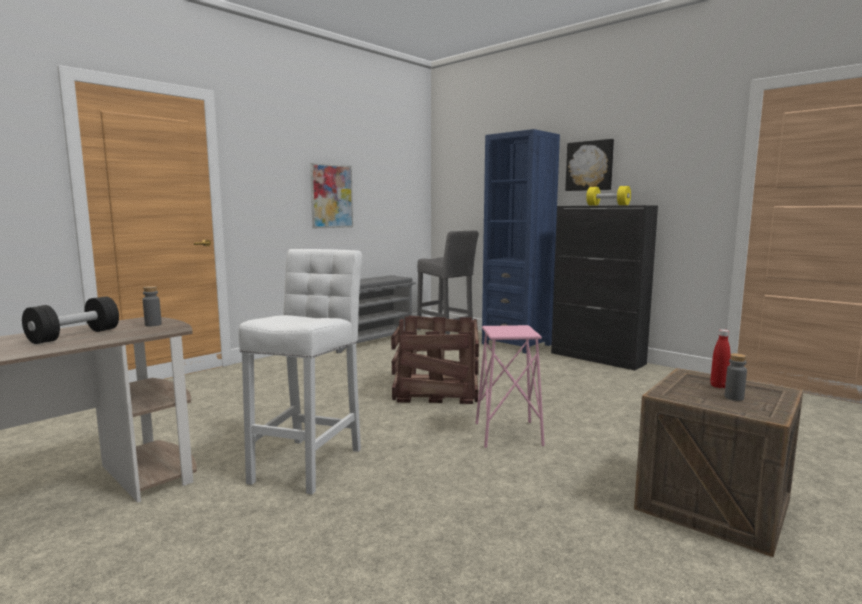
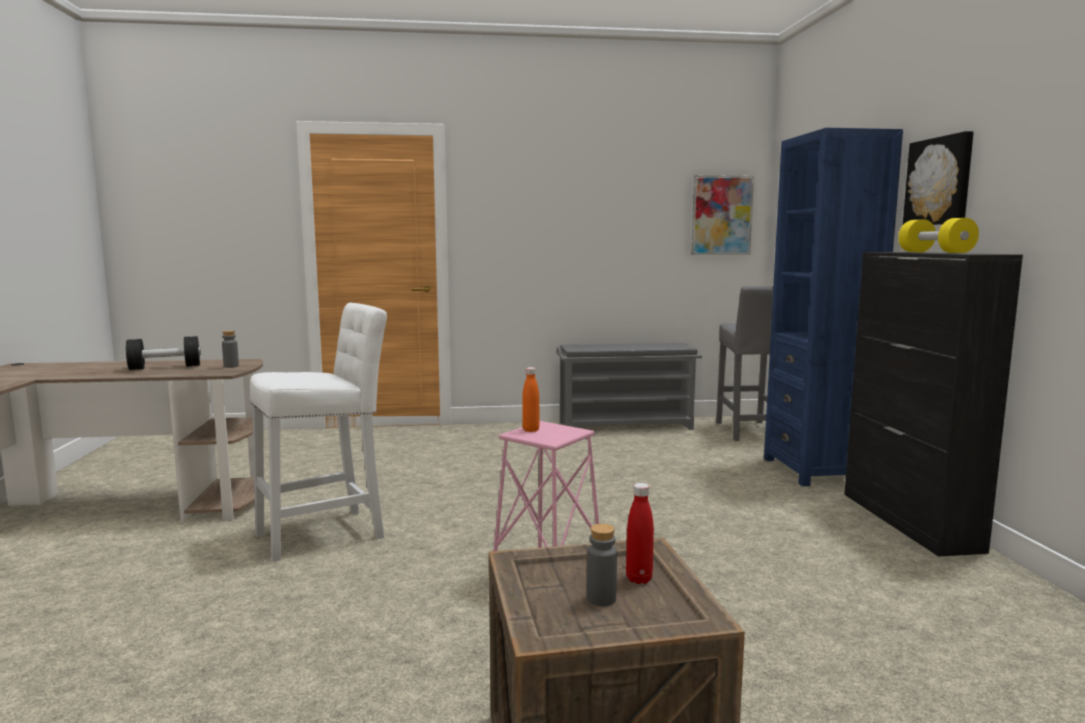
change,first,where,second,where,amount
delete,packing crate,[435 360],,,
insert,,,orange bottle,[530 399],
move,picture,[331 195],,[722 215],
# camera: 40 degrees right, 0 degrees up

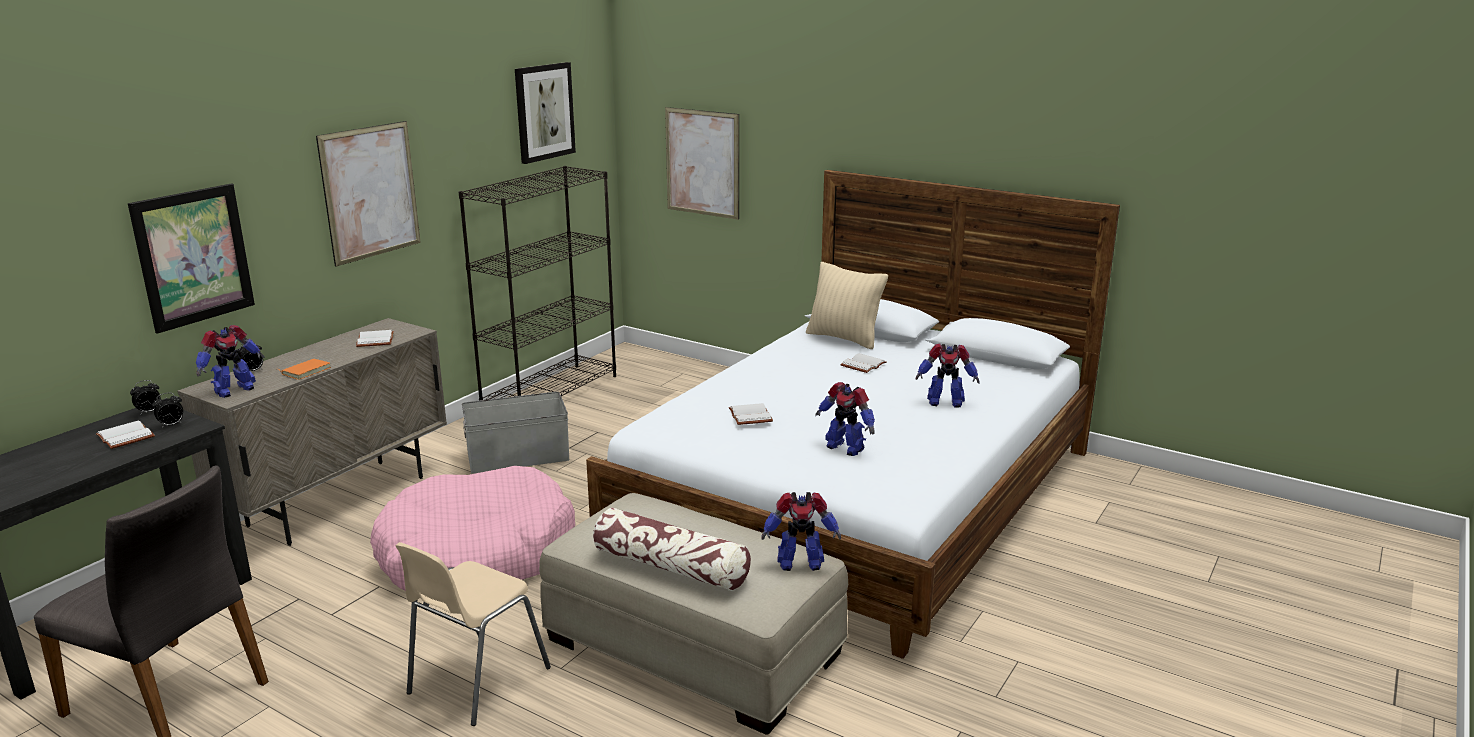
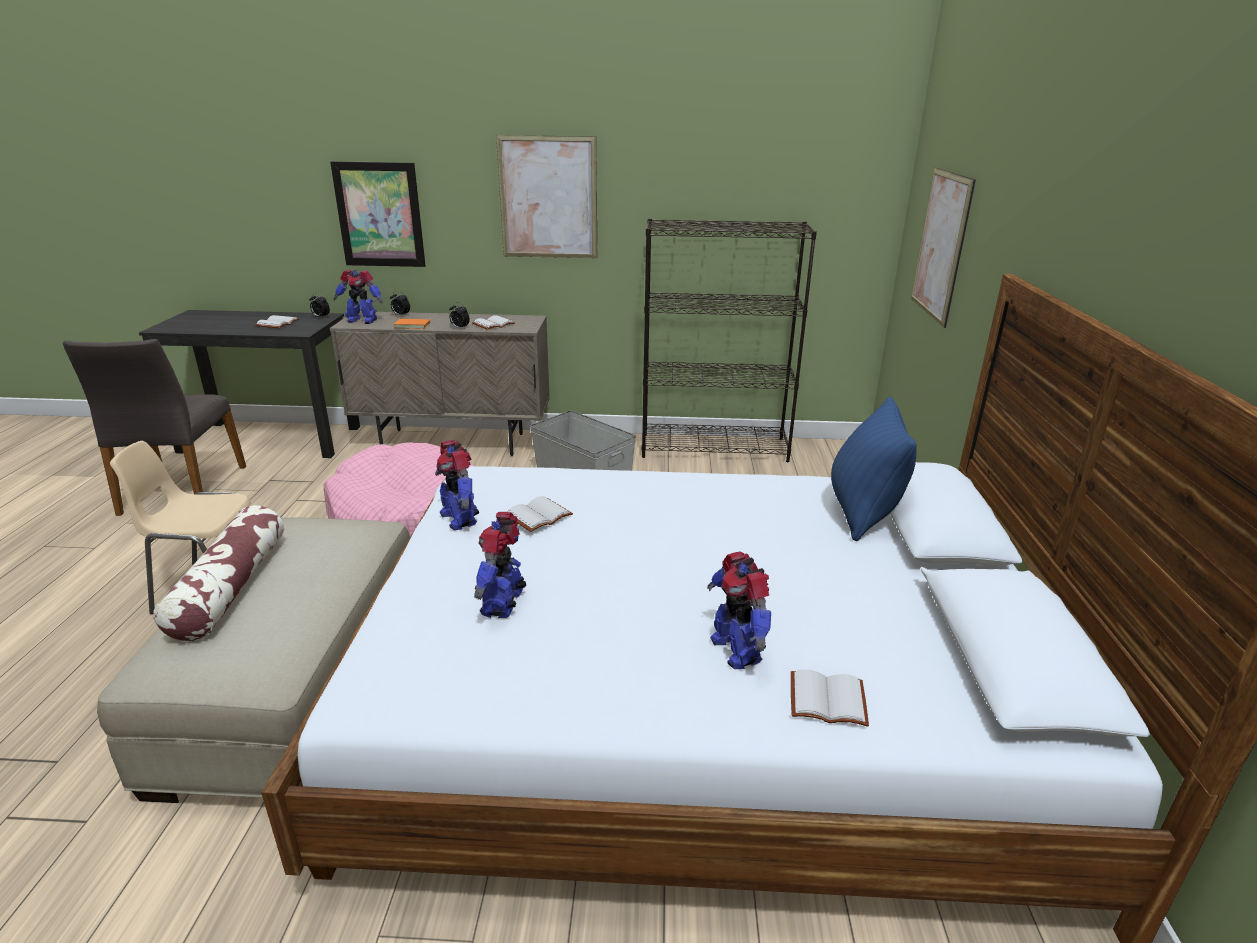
change,first,where,second,where,amount
delete,picture,[545 113],,,
move,bedside clock,[167 410],,[459 315],
move,toy robot,[801 531],,[457 485],
move,white bound book,[863 363],,[830 698],
recolor,beige cushion,[847 305],blue cushion,[874 468],
# camera: 60 degrees right, 5 degrees up

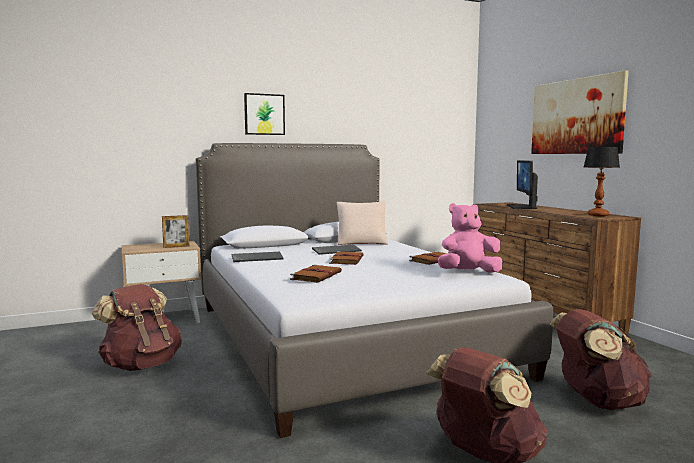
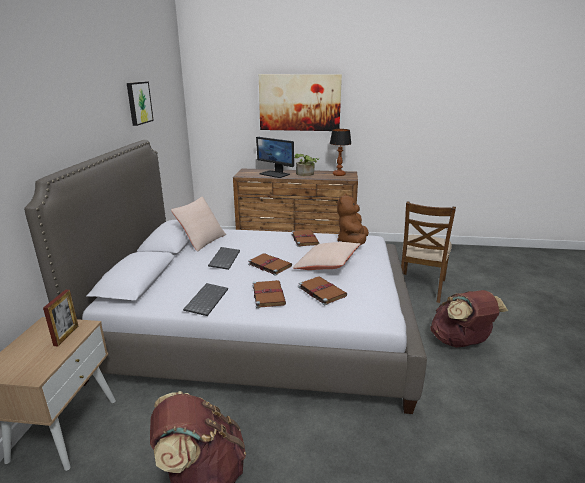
change,first,where,second,where,amount
insert,,,brown-coloured bound book,[269 294],
insert,,,beige cushion,[326 256],
insert,,,plant in a pot,[307 165],
move,picture,[264 114],,[140 104],
replace,brown-coloured rucksack,[601 359],brown-coloured upright chair,[428 252],
recolor,pink-coloured soft toy,[470 238],brown-coloured soft toy,[353 219],
# camera: 60 degrees left, 15 degrees up

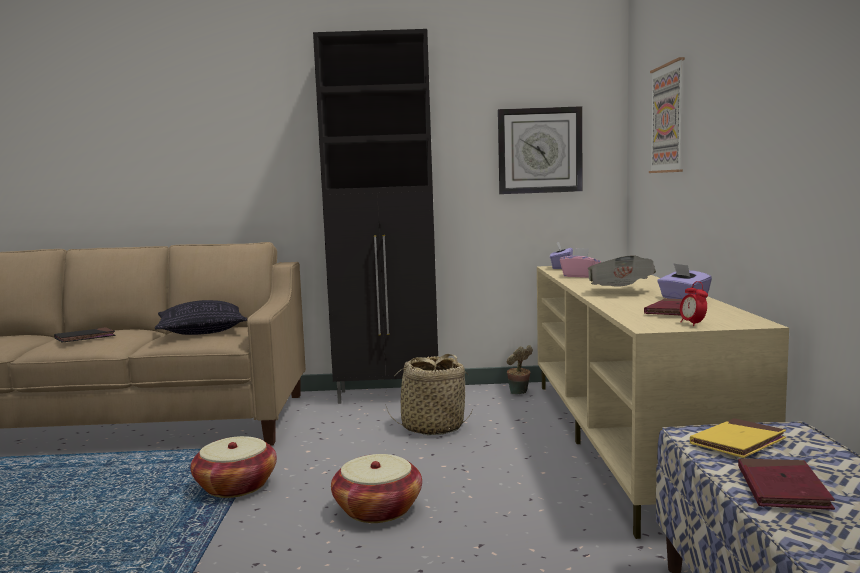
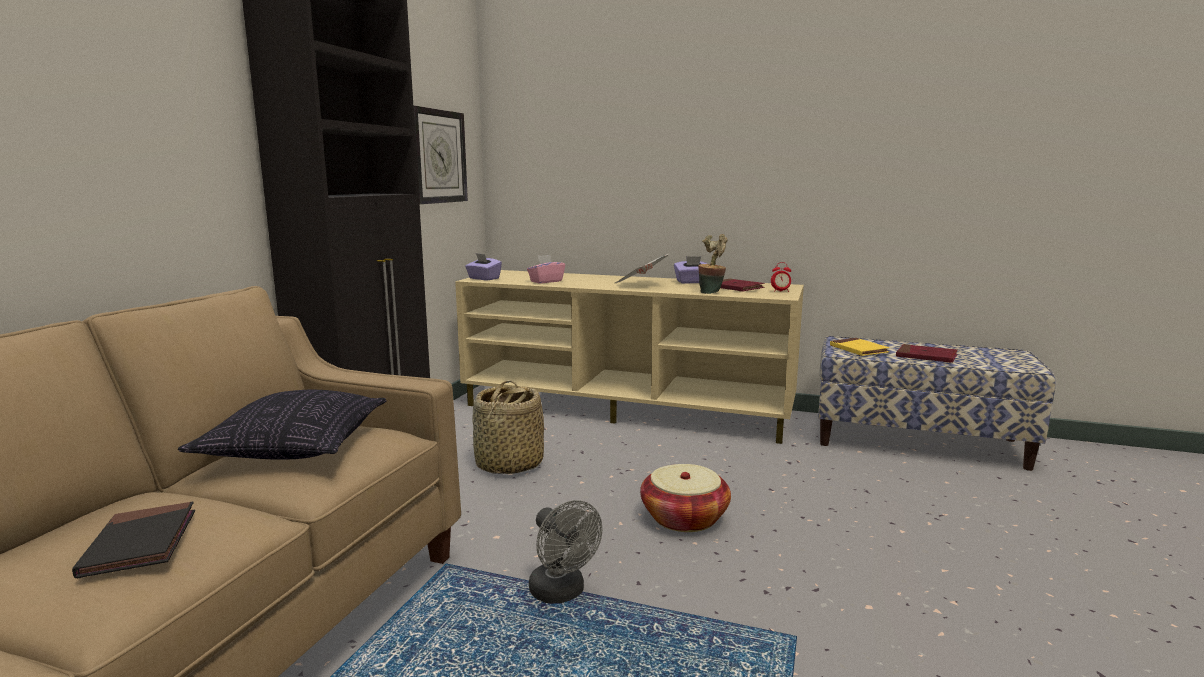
change,first,where,second,where,amount
delete,picture,[667 115],,,
move,plant in a pot,[520 369],,[712 264],
replace,storage basket,[233 467],grey cooling fan,[565 551],
# camera: 70 degrees left, 5 degrees up

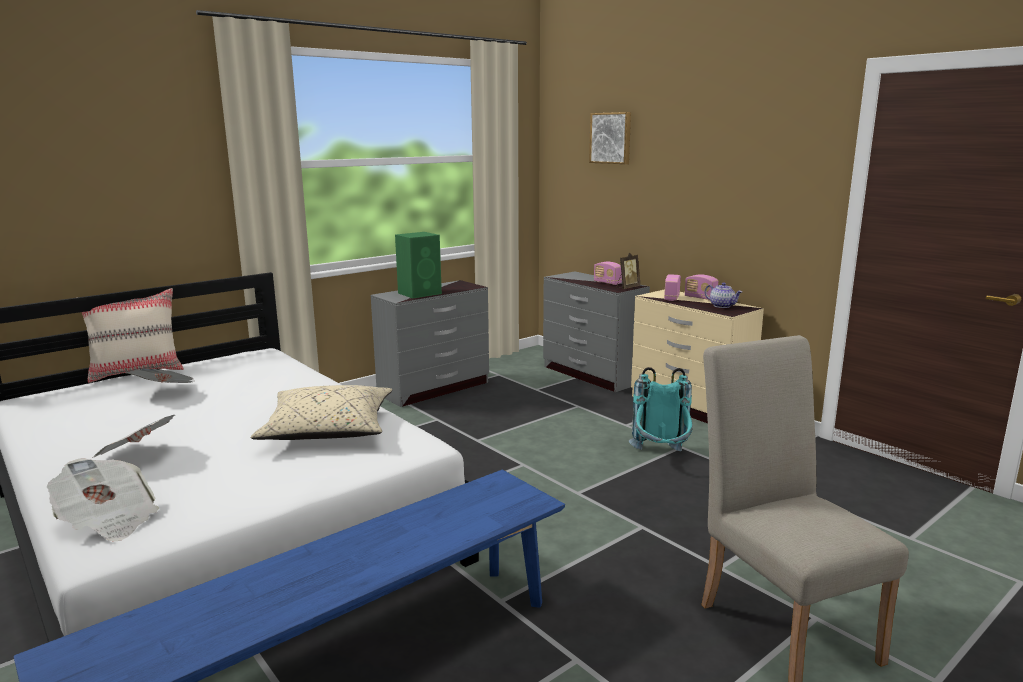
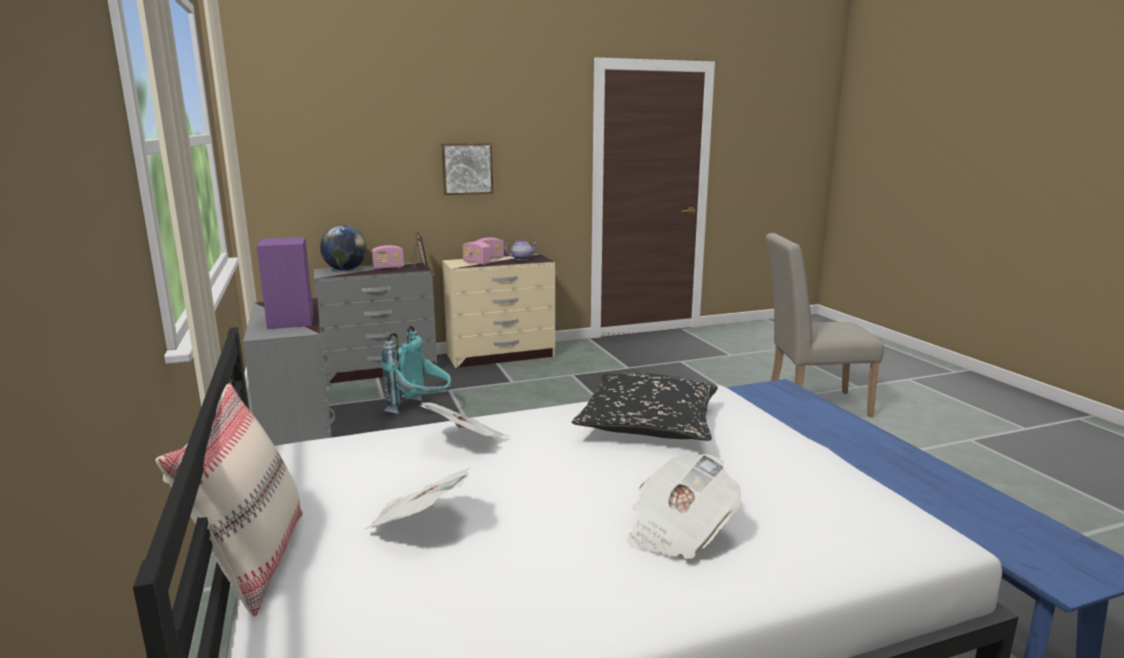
change,first,where,second,where,amount
insert,,,globe,[343 248],
move,printed paper,[103 499],,[464 420],
move,picture,[610 138],,[467 169],
move,turquoise-coloured rucksack,[661 409],,[416 370],
recolor,beige cushion,[321 412],black-coloured cushion,[645 407],
recolor,green loudspeaker,[418 265],purplish loudspeaker,[285 283],
# camera: 70 degrees left, 0 degrees up

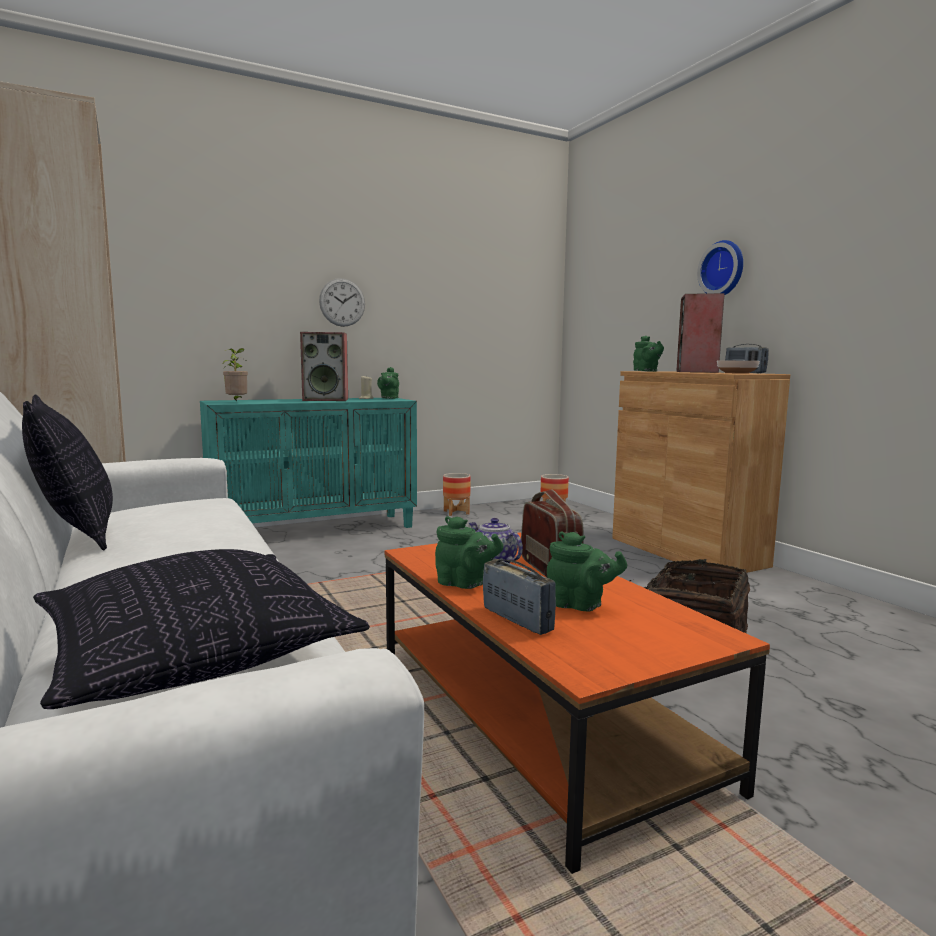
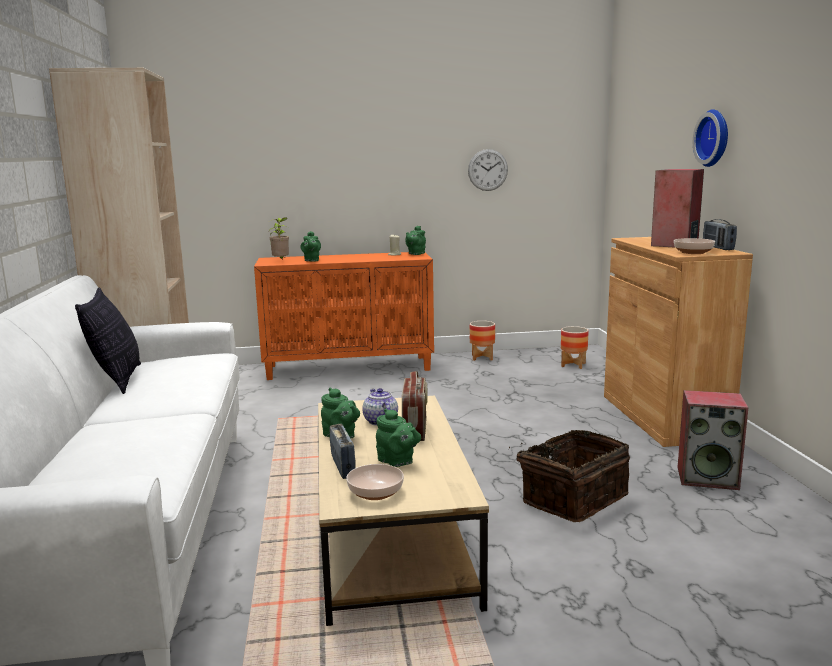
change,first,where,second,where,amount
delete,cushion,[201 629],,,
insert,,,bowl,[375 482],
move,loudspeaker,[324 366],,[712 440],
move,wall clock,[342 302],,[488 170],
move,green tea pot,[648 353],,[311 246],
recolor,turquoise-coloured cupboard,[308 463],orange cupboard,[344 316],
recolor,orange lounge table,[577 703],beige lounge table,[403 511],
# camera: 20 degrees right, 5 degrees up

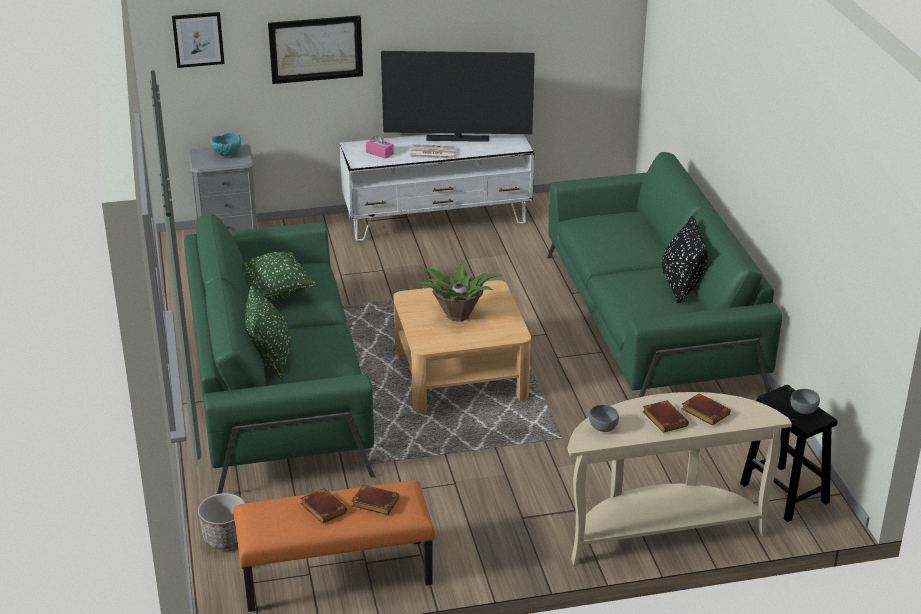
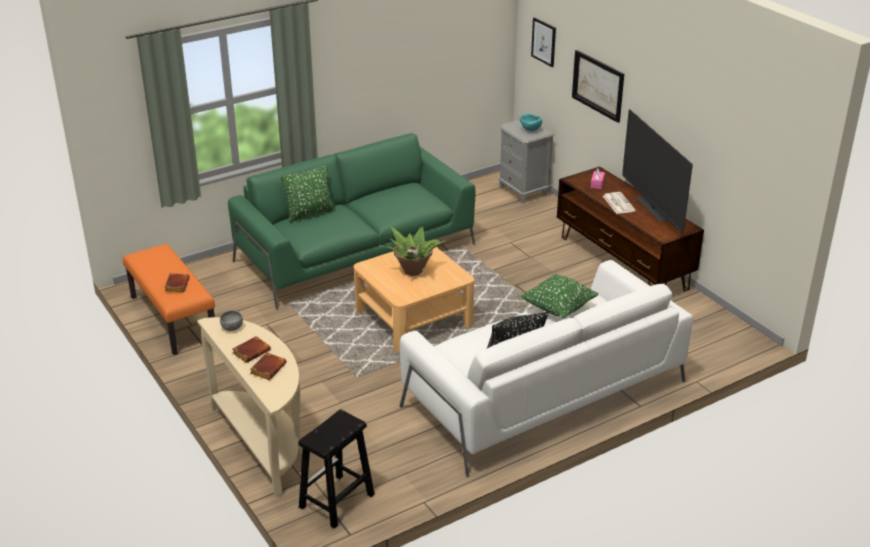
change,first,where,second,where,amount
delete,planter,[221 521],,,
delete,brown-coloured bound book,[324 506],,,
delete,grey bowl,[805 401],,,
move,green cushion,[280 276],,[559 296],
recolor,white tv stand,[437 187],brown-coloured tv stand,[630 228],
recolor,green sofa,[664 275],white sofa,[547 369],
# camera: 70 degrees right, 0 degrees up

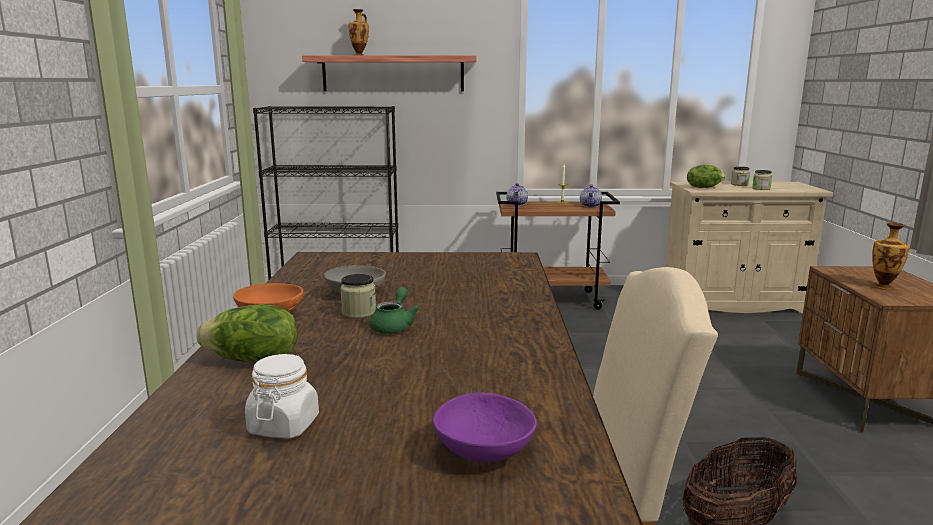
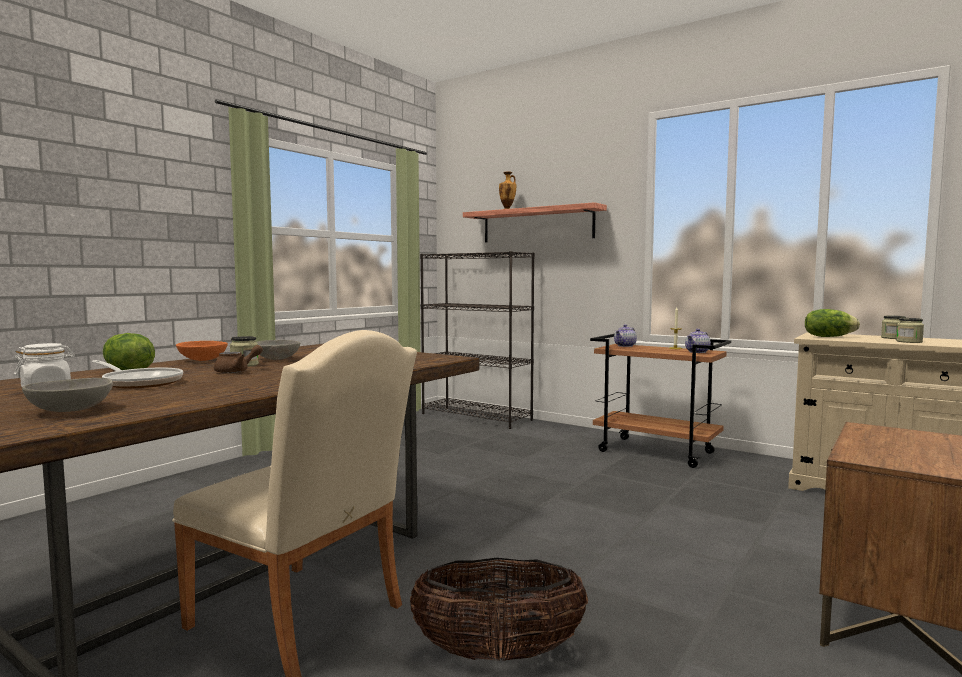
change,first,where,second,where,amount
delete,vase,[891 256],,,
insert,,,pan,[137 374],
recolor,green tea pot,[395 310],brown-coloured tea pot,[238 359],
recolor,purplish bowl,[485 427],grey bowl,[67 395],
# camera: 35 degrees right, 10 degrees down

